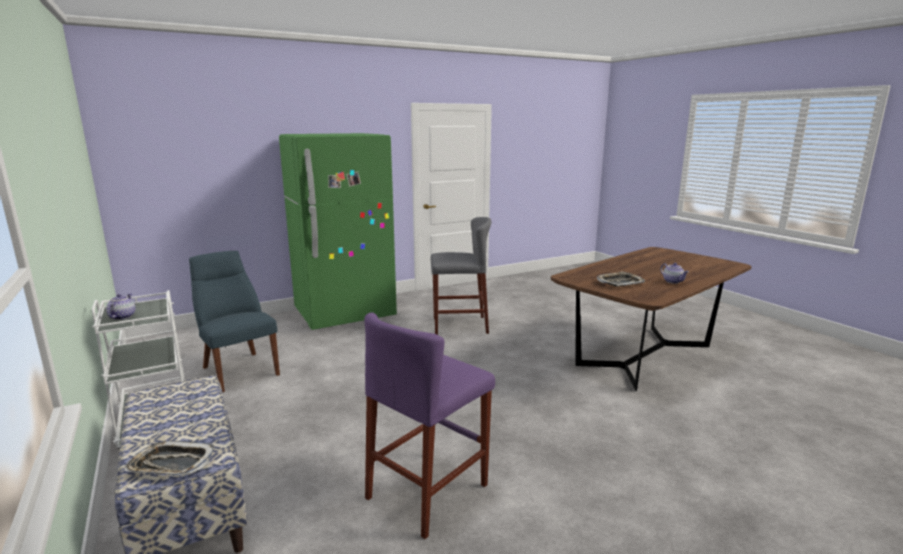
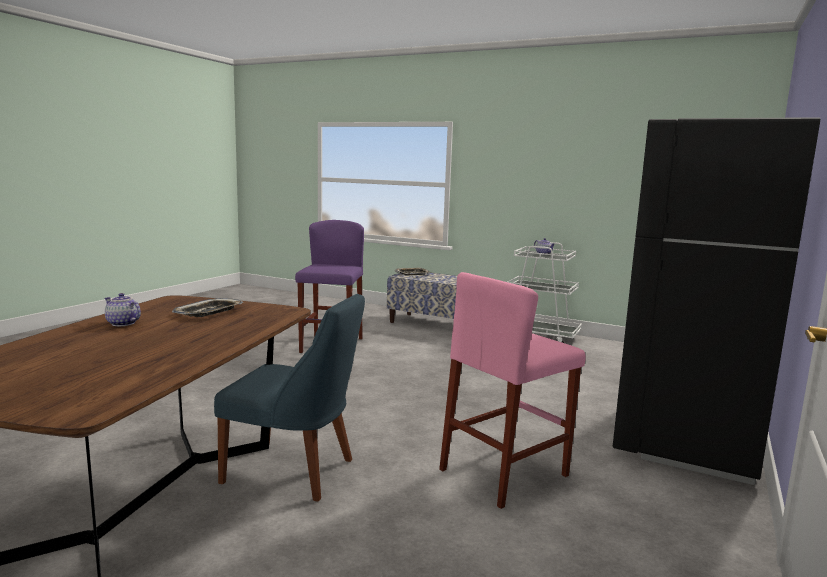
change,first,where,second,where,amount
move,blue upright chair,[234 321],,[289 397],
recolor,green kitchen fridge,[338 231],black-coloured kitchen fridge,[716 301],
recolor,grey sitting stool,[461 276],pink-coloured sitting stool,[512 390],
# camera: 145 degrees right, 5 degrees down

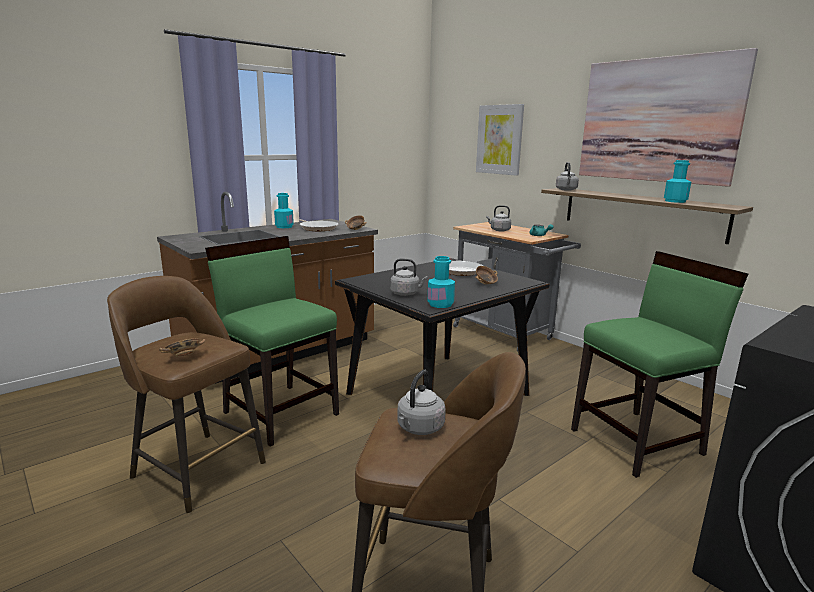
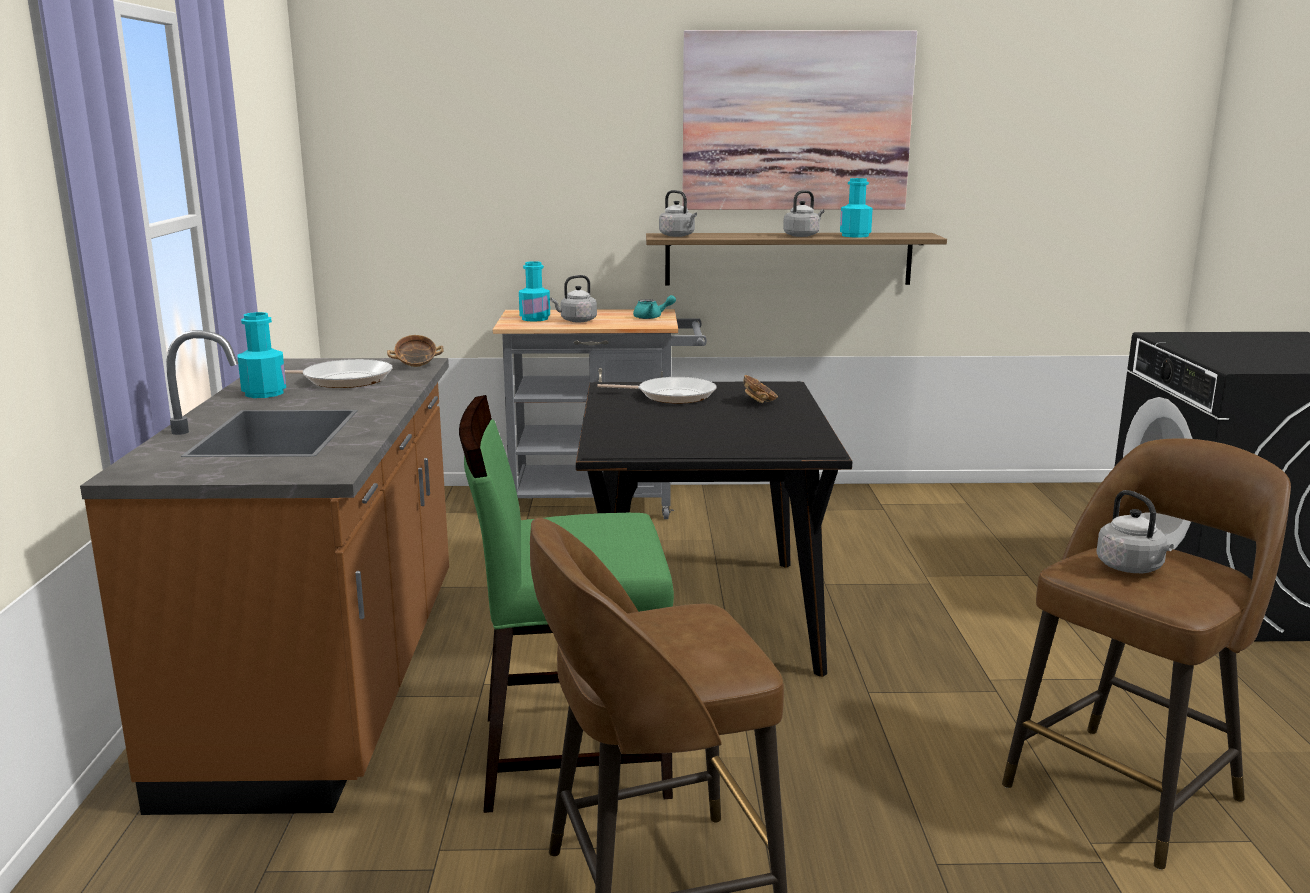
change,first,where,second,where,amount
delete,bowl,[182 347],,,
delete,picture,[500 140],,,
delete,green upright chair,[659 364],,,
move,grey water kettle,[408 277],,[803 213],
move,turquoise-coloured bottle,[441 282],,[534 291],
# camera: 50 degrees left, 0 degrees up

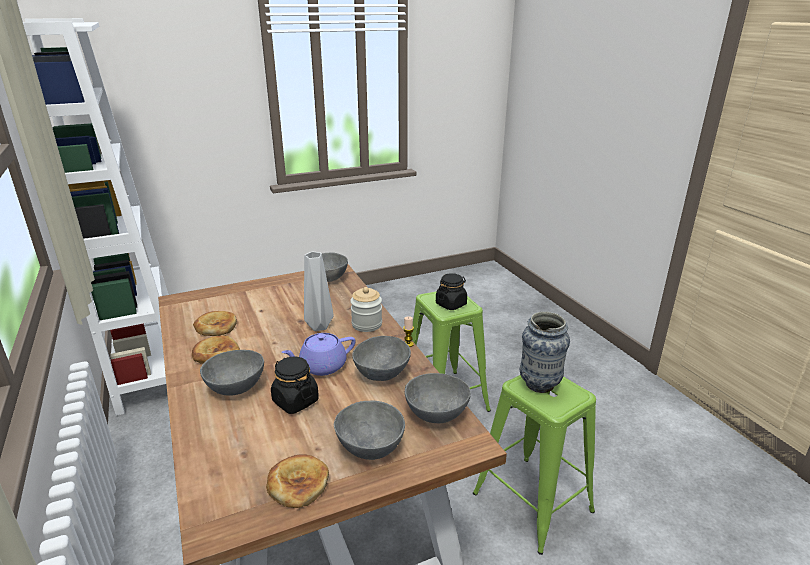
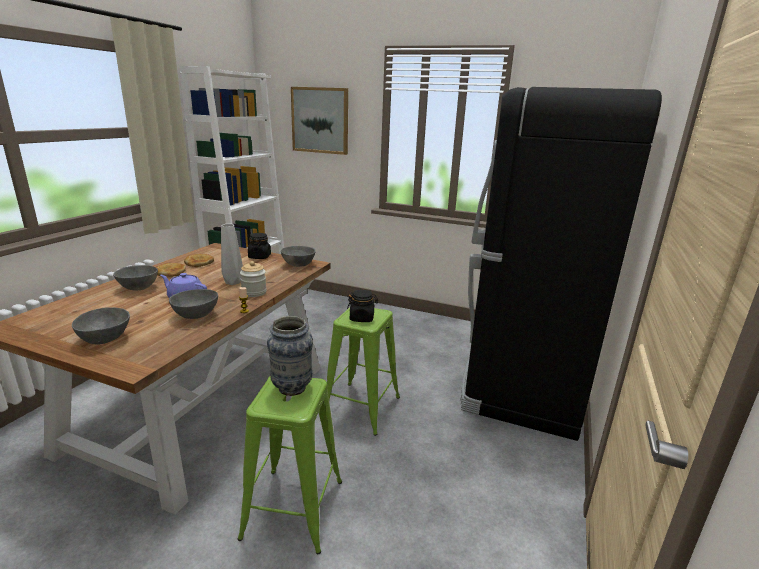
change,first,where,second,where,amount
delete,bread,[297 481],,,
delete,grey bowl,[438 398],,,
insert,,,picture,[319 121],
insert,,,black-coloured kitchen fridge,[561 264],
move,black-coloured jar,[295 385],,[259 246],
# camera: 45 degrees right, 5 degrees down

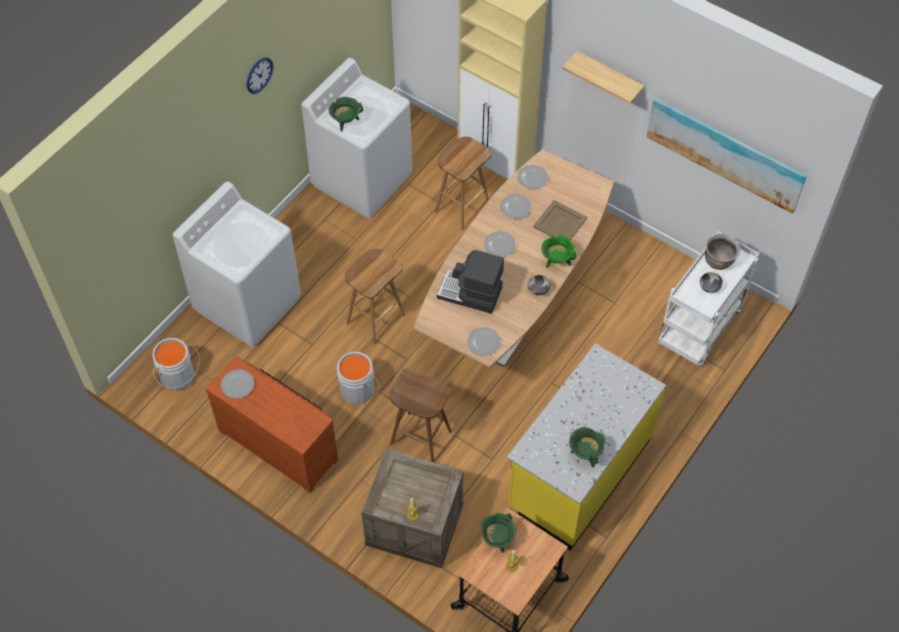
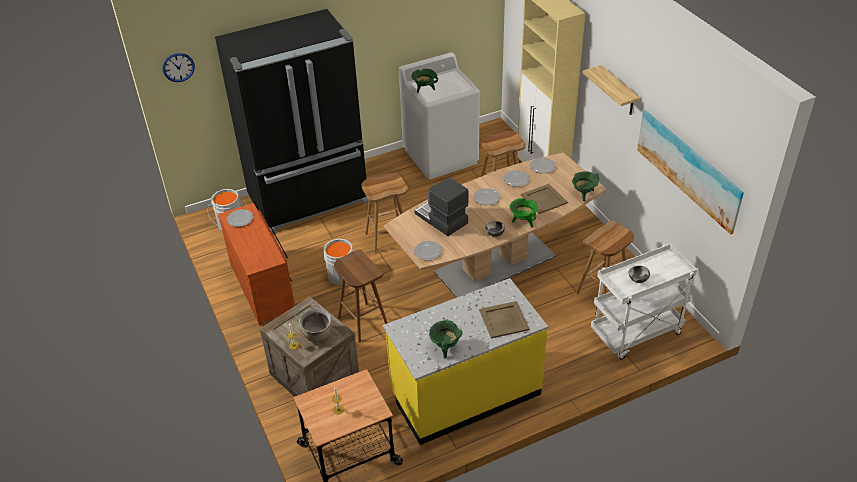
change,first,where,second,where,amount
insert,,,beige serving tray,[504 319],
insert,,,brown-coloured sitting stool,[605 257],
move,wall clock,[260 75],,[179 67],
move,green saucepot,[498 533],,[585 186],
move,brown-coloured saucepot,[722 252],,[315 325],
replace,white laundry appliance,[237 264],black-coloured kitchen fridge,[291 121],
# camera: 30 degrees right, 15 degrees down

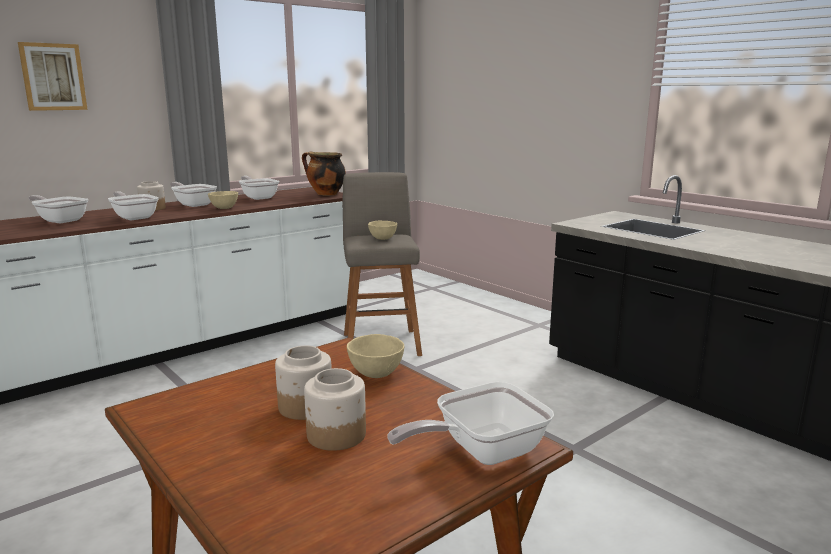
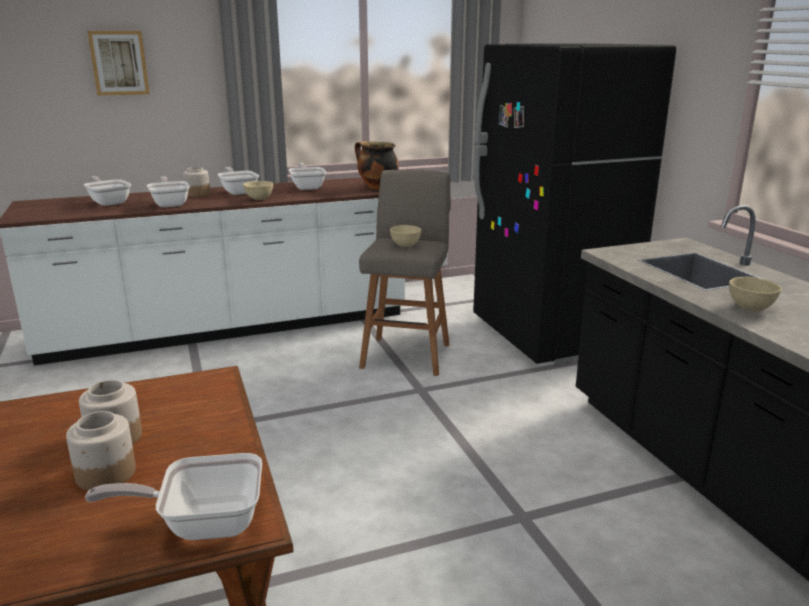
change,first,where,second,where,amount
insert,,,black-coloured kitchen fridge,[574 203],
move,beige bowl,[375 356],,[755 294],
# camera: 20 degrees right, 5 degrees up

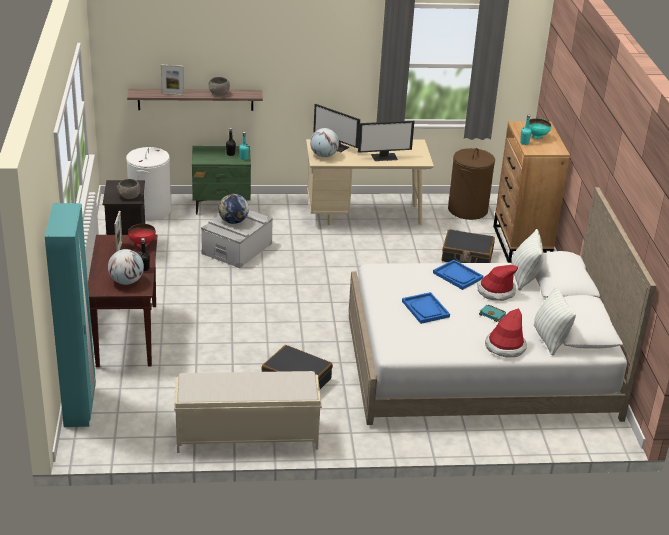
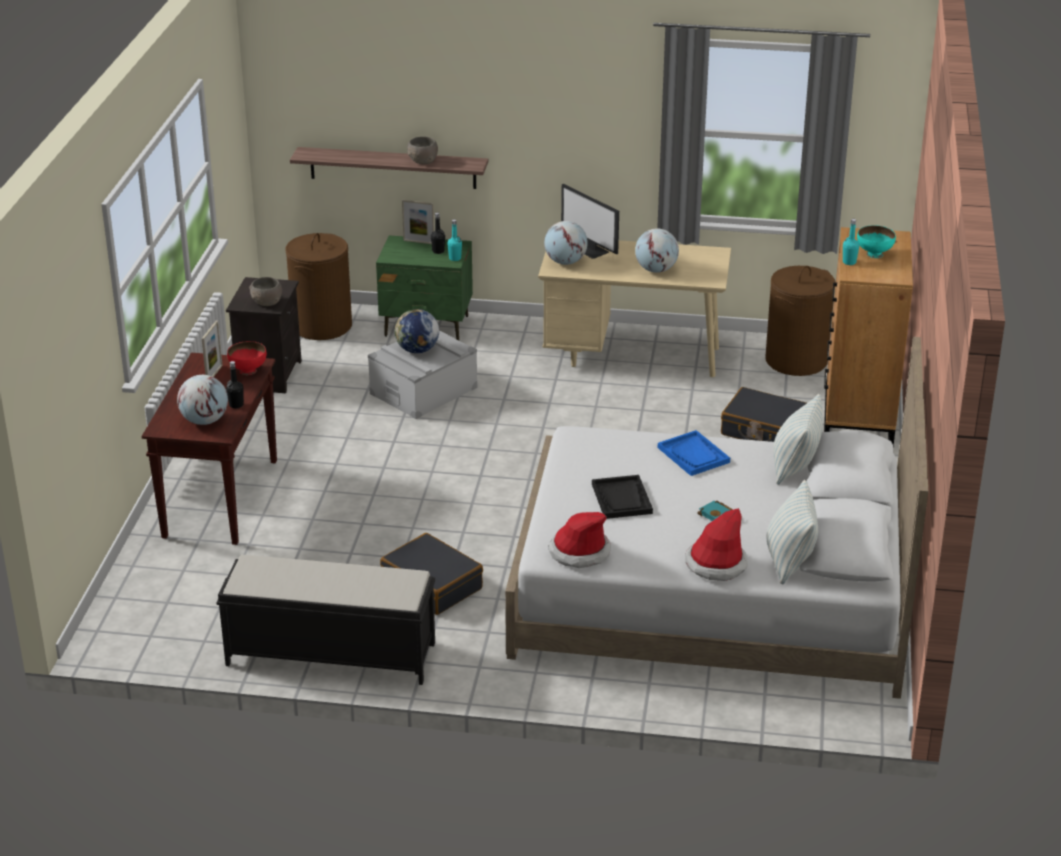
change,first,where,second,where,amount
delete,turquoise-coloured wardrobe,[70 315],,,
move,picture frame,[172 80],,[418 222],
move,hat,[497 283],,[580 540],
replace,computer screen,[386 141],globe,[657 251],
recolor,white washing basket,[148 183],brown-coloured washing basket,[318 286],
recolor,beige long seat,[248 412],black-coloured long seat,[325 620],
recolor,blue serving tray,[426 308],black-coloured serving tray,[622 497],
# camera: 15 degrees right, 0 degrees up

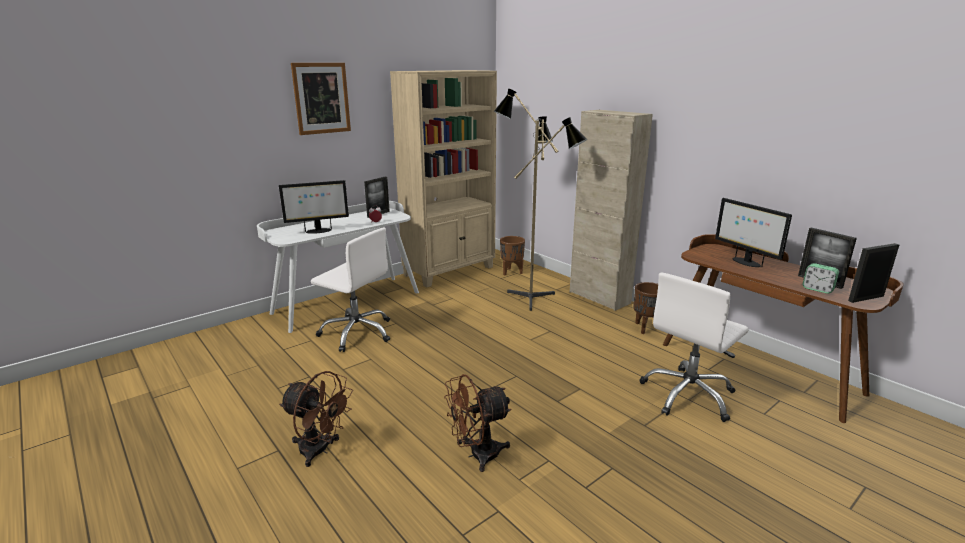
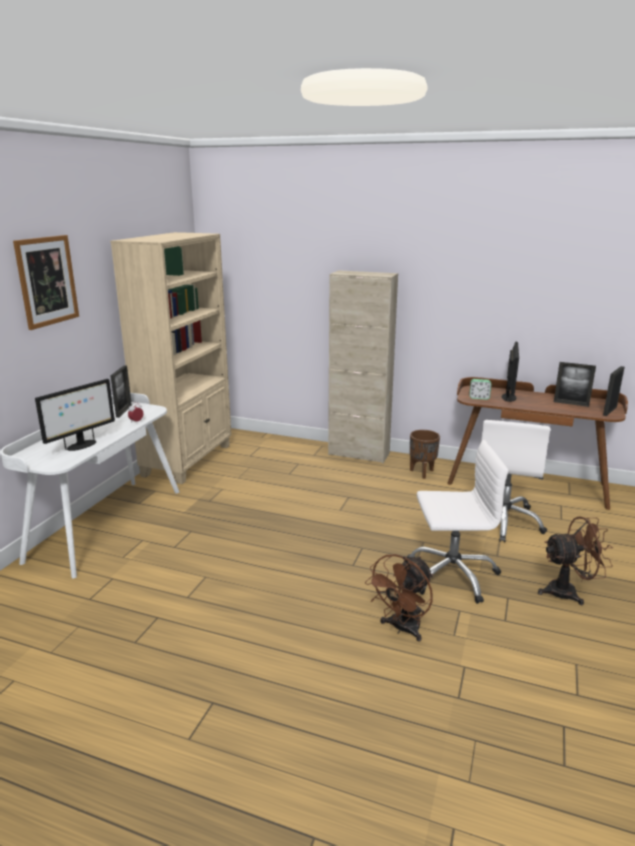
change,first,where,second,where,amount
delete,standard lamp,[540 200],,,
delete,brown-coloured planter,[512 255],,,
move,brown-coloured cooling fan,[316 419],,[575 561],
move,white office chair,[350 290],,[457 522],
move,bedside clock,[820 278],,[480 389],
rotate,computer screen,[753 232],,[510 372],105 degrees counterclockwise
# camera: 30 degrees left, 0 degrees up

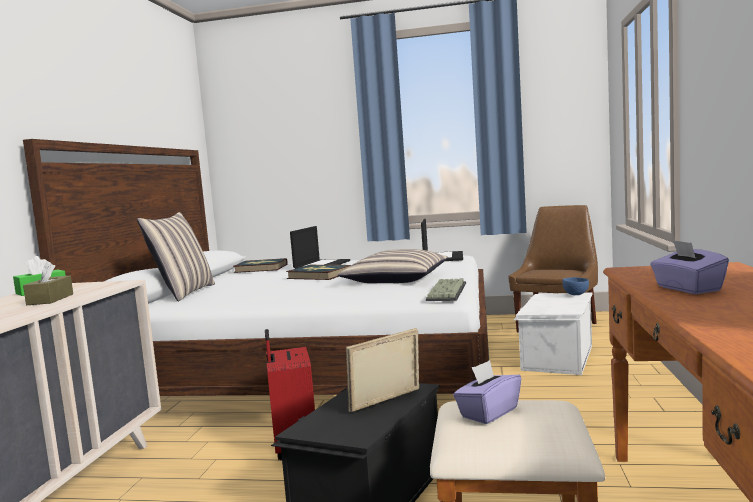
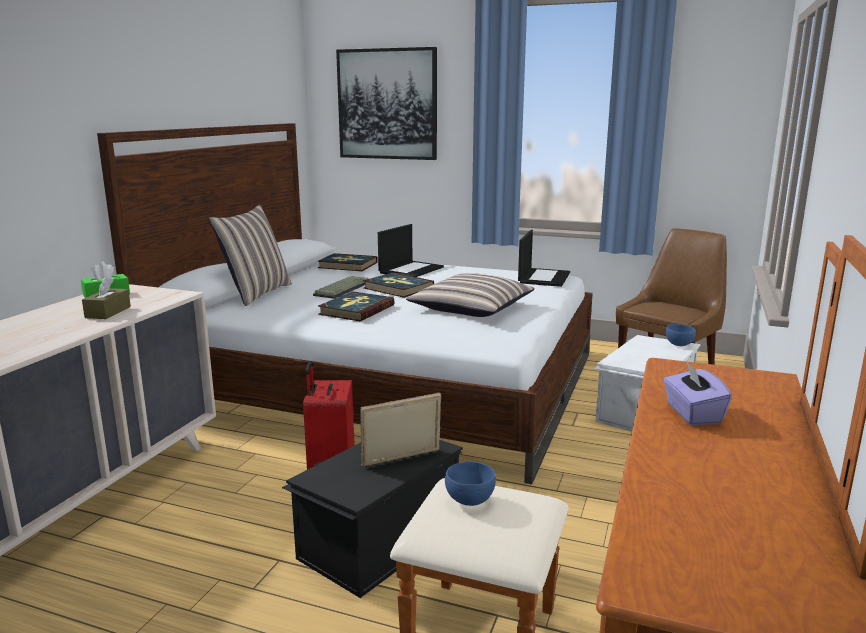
change,first,where,second,where,amount
insert,,,bound book,[356 306],
insert,,,picture,[386 103],
move,PC keyboard,[446 290],,[340 287],
replace,purplish tissue box,[487 392],blue bowl,[470 484],
# camera: 10 degrees right, 10 degrees up

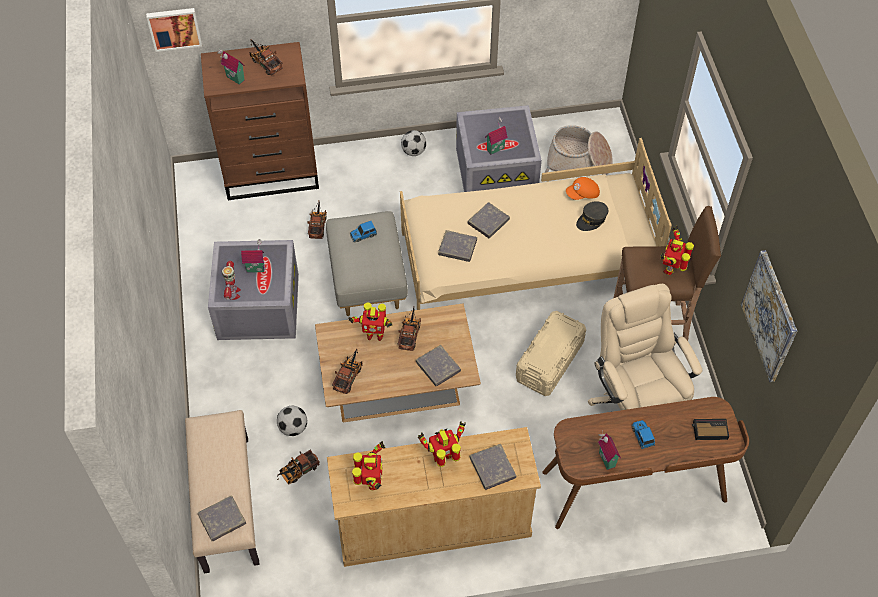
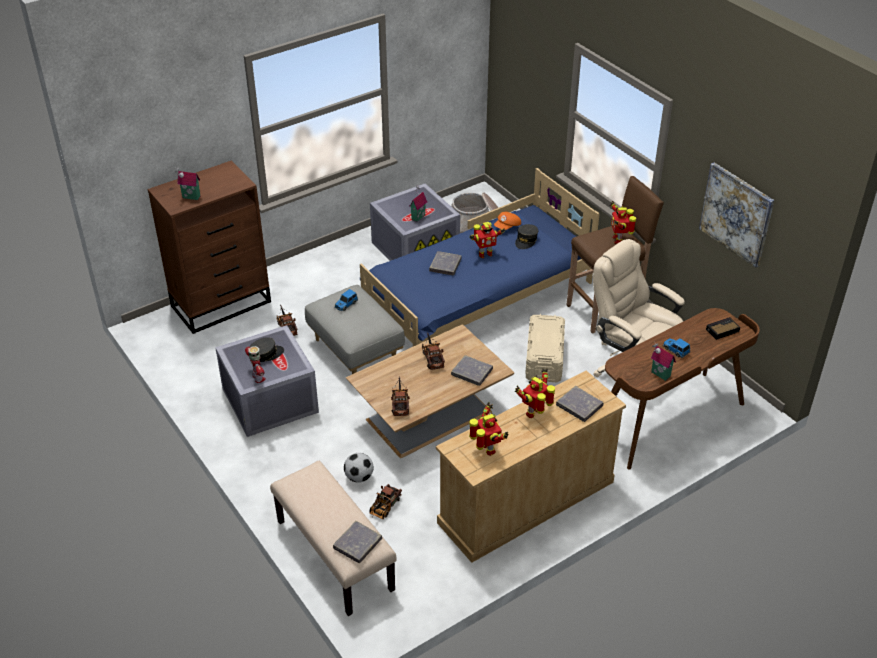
change,first,where,second,where,amount
delete,picture,[174 30],,,
delete,toy lorry,[266 57],,,
delete,football,[413 143],,,
delete,grey bound book,[457 246],,,
move,toy robot,[370 321],,[487 240],
replace,model house,[253 256],grey baseball cap,[267 349],
recolor,beige bed,[536 224],blue bed,[480 257],
# camera: 25 degrees left, 15 degrees down

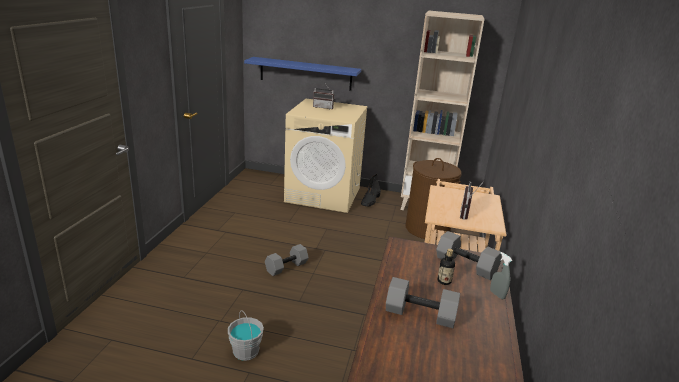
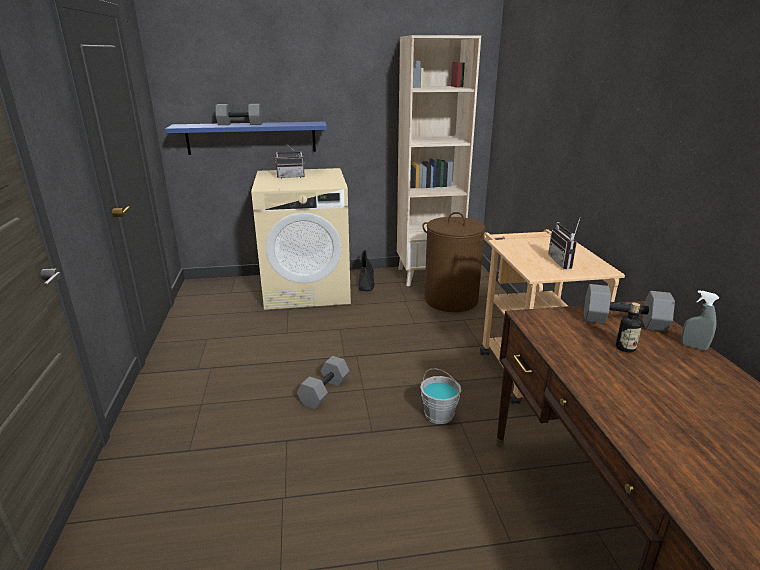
change,first,where,second,where,amount
move,grey water bucket,[246 335],,[440 396],
move,grey hand weight,[423 302],,[239 114],
# camera: 20 degrees left, 0 degrees up

